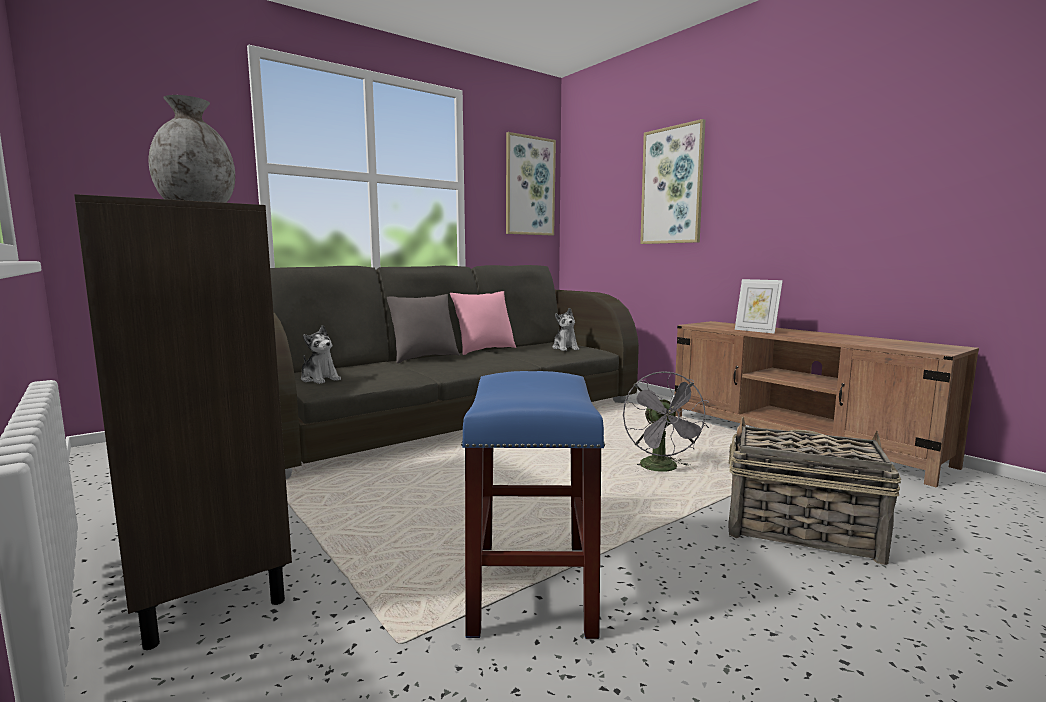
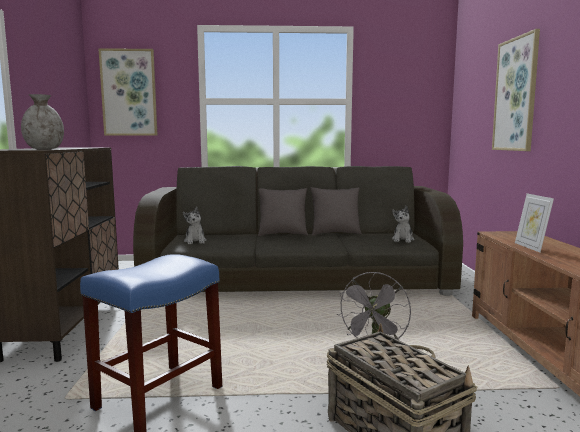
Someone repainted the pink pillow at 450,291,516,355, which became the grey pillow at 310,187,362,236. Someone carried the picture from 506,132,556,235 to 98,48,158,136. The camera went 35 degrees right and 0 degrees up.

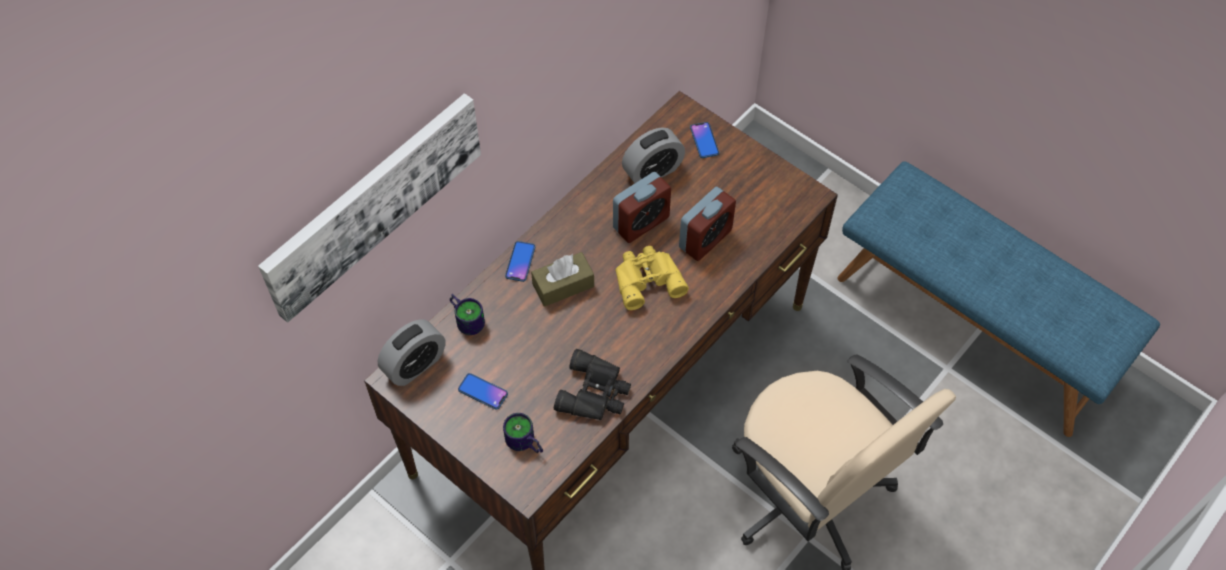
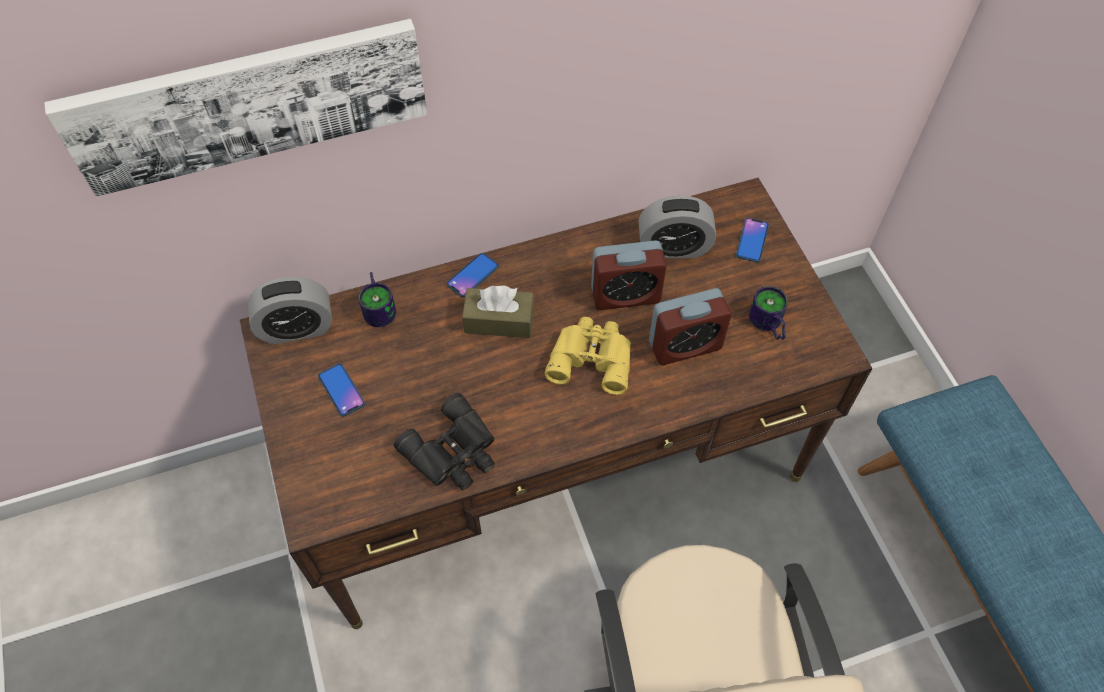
Someone carried the mug from 503,413,543,453 to 749,286,788,340. The camera went 30 degrees right and 0 degrees up.

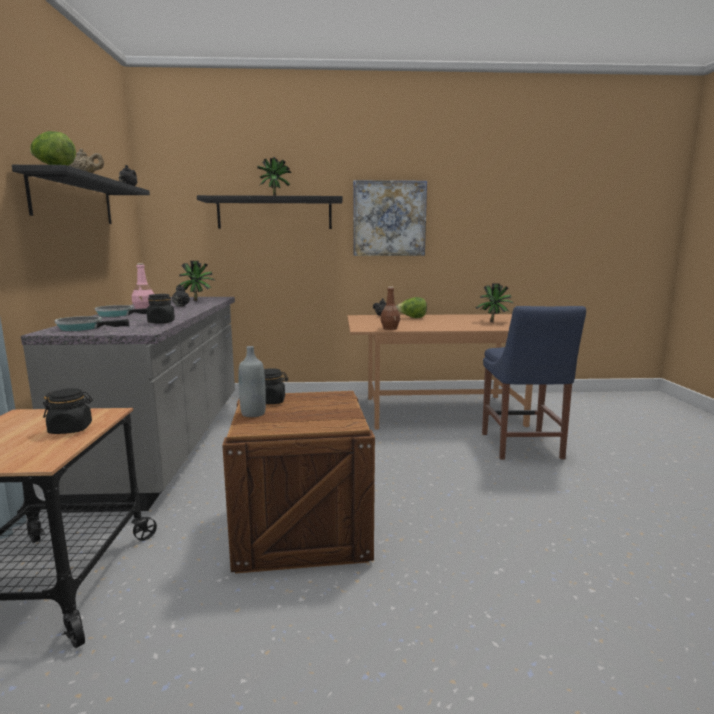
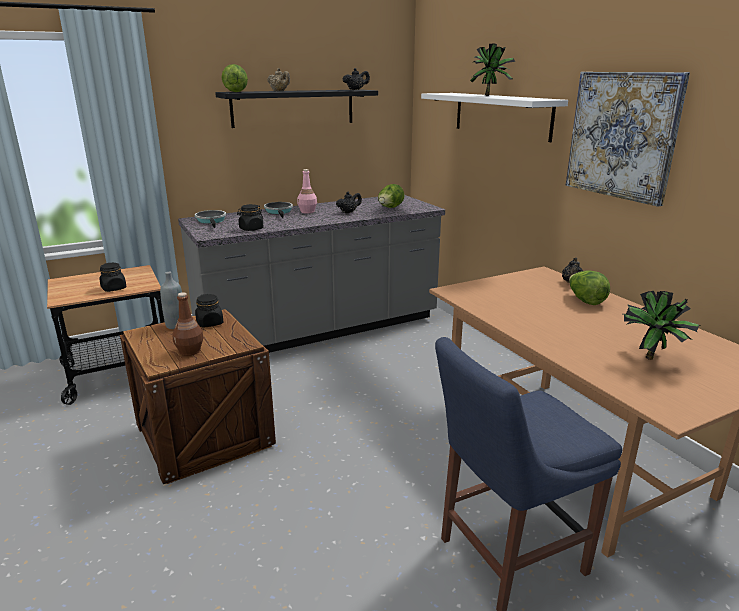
Someone swapped the potted plant at 177,261,214,301 for the lettuce at 378,184,404,208. Someone repainted the black shelf at 197,195,343,229, which became the white shelf at 421,93,568,142. Someone carried the brown bottle from 380,286,400,330 to 172,292,204,356. The camera went 65 degrees right and 10 degrees up.

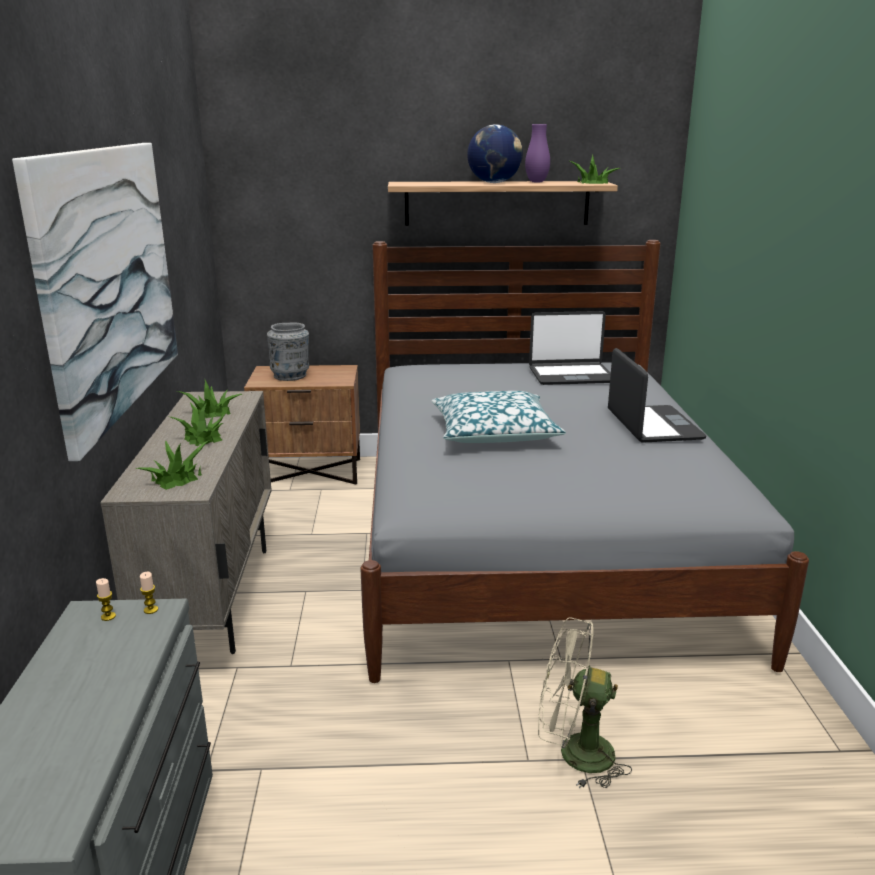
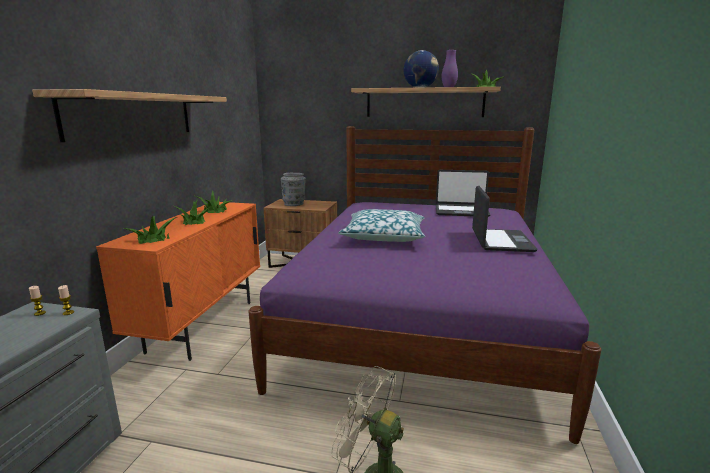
Someone swapped the picture at 12,143,178,461 for the shelf at 32,89,227,142. Someone repainted the beige cabinet at 100,391,272,654, which became the orange cabinet at 96,202,260,361. Someone repainted the grey bed at 360,240,809,683, which became the purple bed at 249,126,601,444. The camera went 15 degrees right and 5 degrees down.

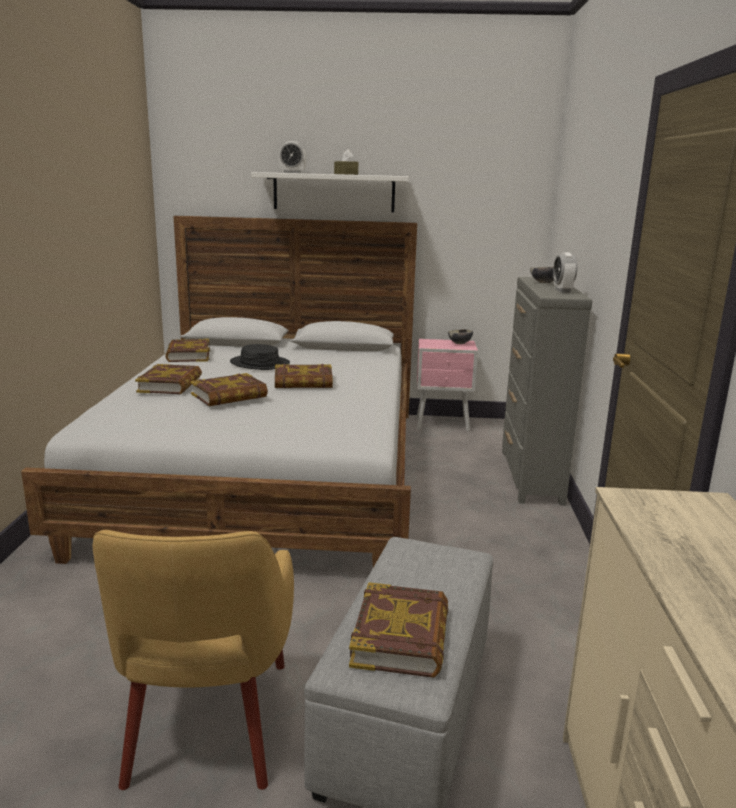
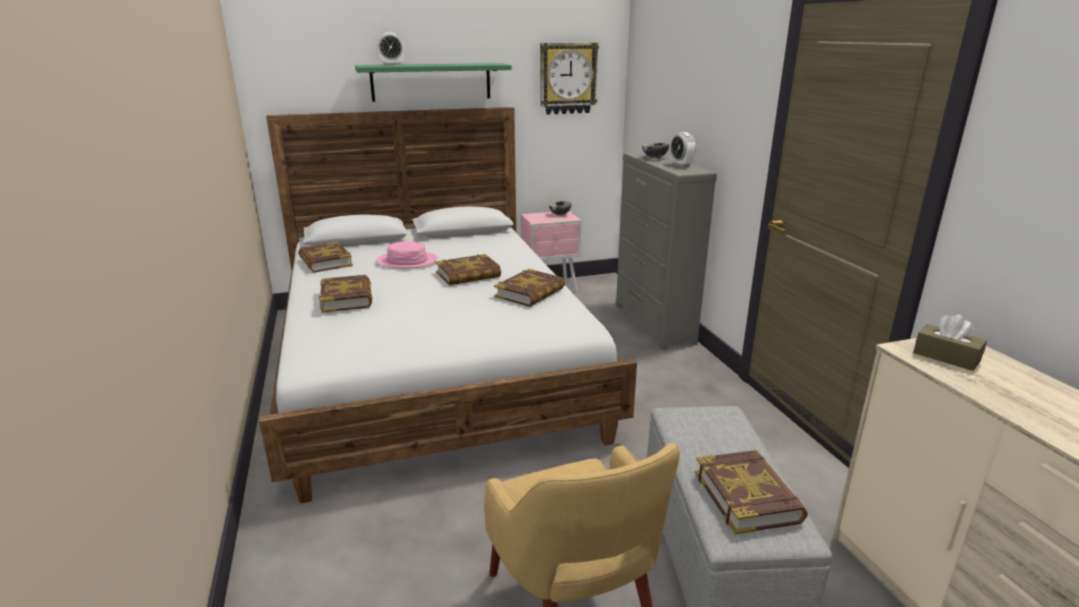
Someone carried the book from 190,373,268,406 to 494,269,565,307. Someone repainted the black hat at 230,344,290,370, which became the pink hat at 376,242,437,268. Someone repainted the white shelf at 251,172,409,212, which became the green shelf at 355,63,512,102. Someone carried the brown tissue box from 334,149,358,175 to 913,315,987,371. Someone put up the wall clock at 540,43,599,115. The camera went 20 degrees left and 5 degrees up.

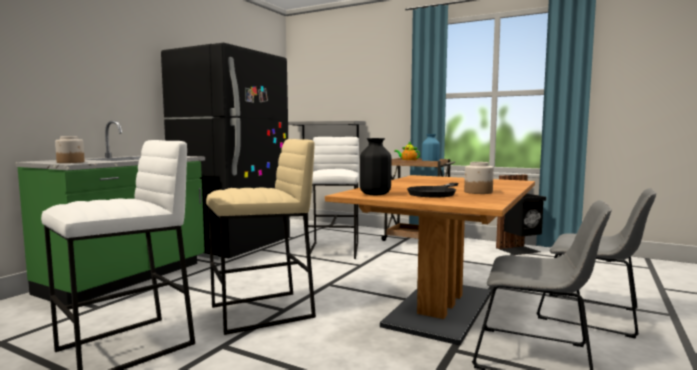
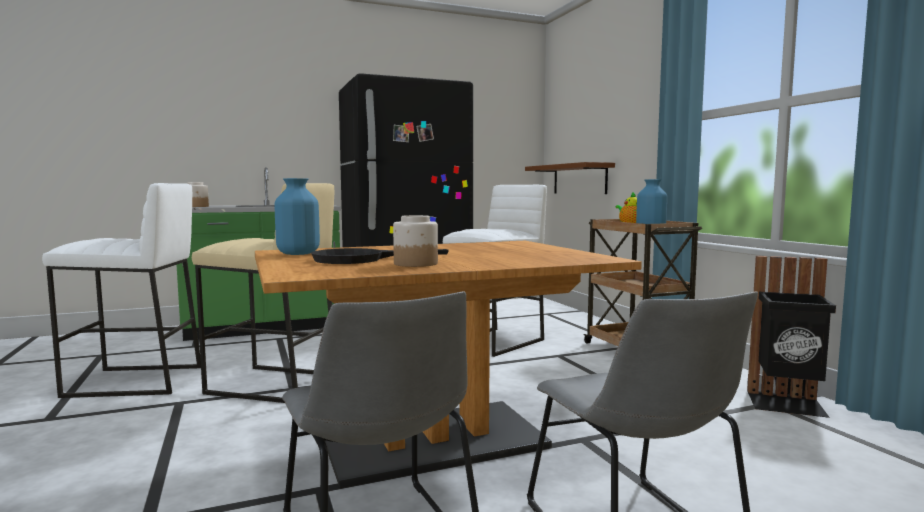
Someone repainted the grey shelf at 288,121,366,140, which became the brown shelf at 525,162,615,194. Someone repainted the black vase at 360,138,392,195, which became the blue vase at 275,178,320,255. The camera went 40 degrees right and 0 degrees up.

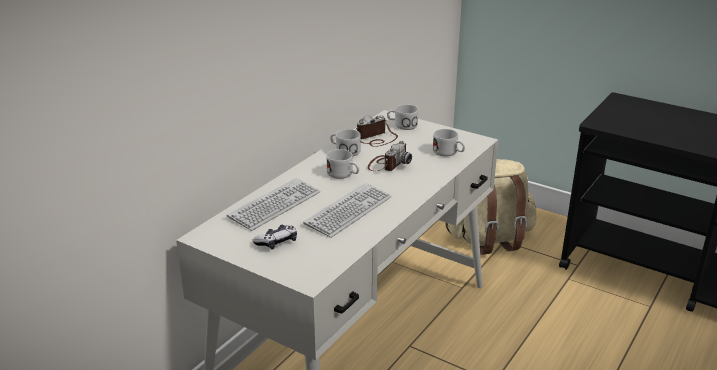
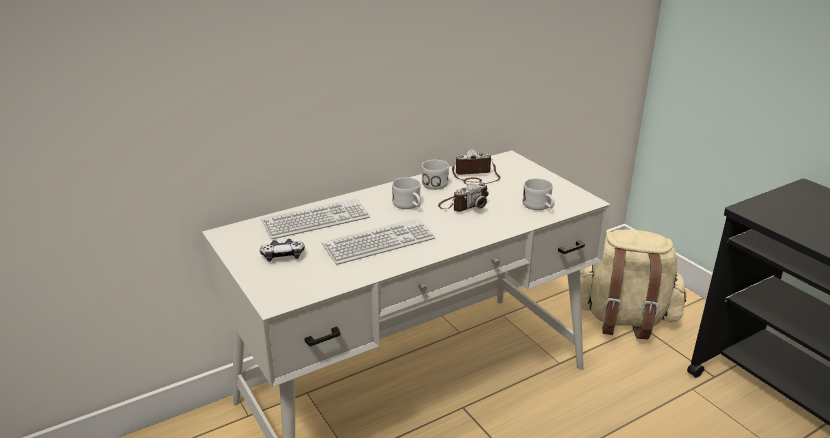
Someone took away the white mug at 387,104,419,130. The camera went 25 degrees right and 0 degrees up.

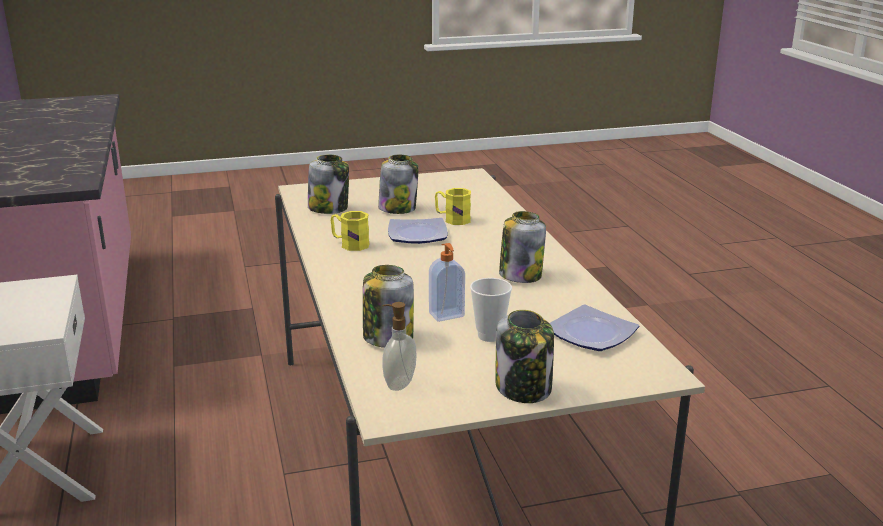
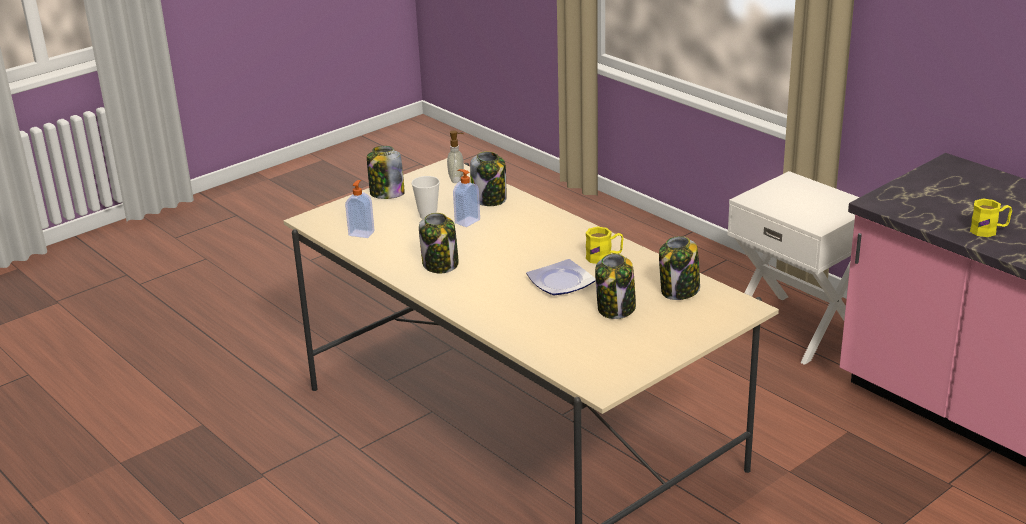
Someone carried the yellow mug from 435,188,471,225 to 970,199,1012,237. Someone swapped the plate at 550,304,640,351 for the soap dispenser at 345,180,375,238. The camera went 155 degrees right and 5 degrees up.

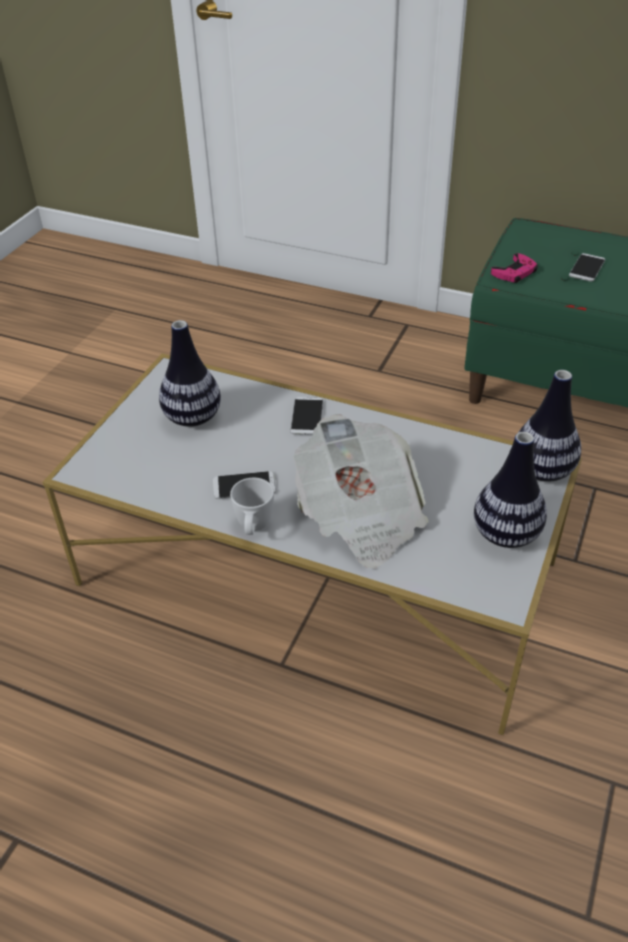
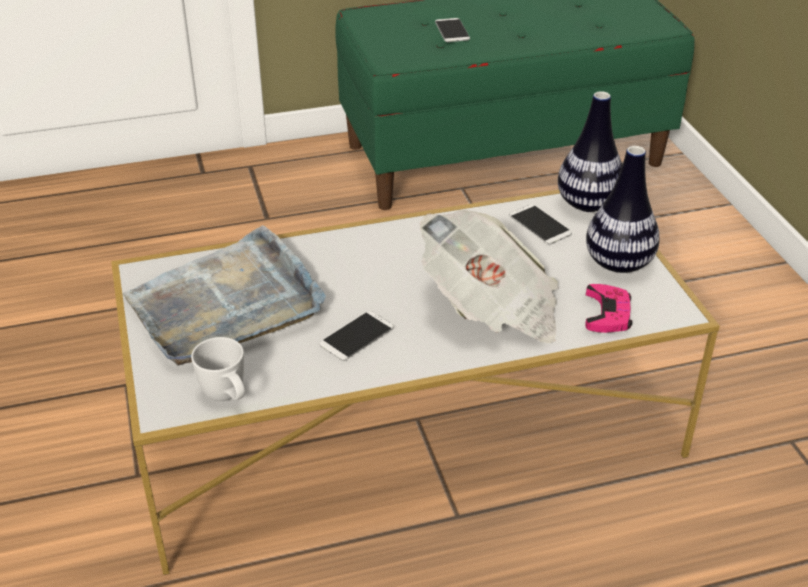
Someone swapped the vase at 159,320,221,427 for the grey tray at 123,225,326,365. Someone carried the white mug from 230,478,274,535 to 191,337,245,401. Someone carried the phone from 290,397,323,435 to 509,204,572,244. Someone carried the pink game controller from 491,253,538,283 to 585,284,632,333. The camera went 40 degrees left and 5 degrees down.

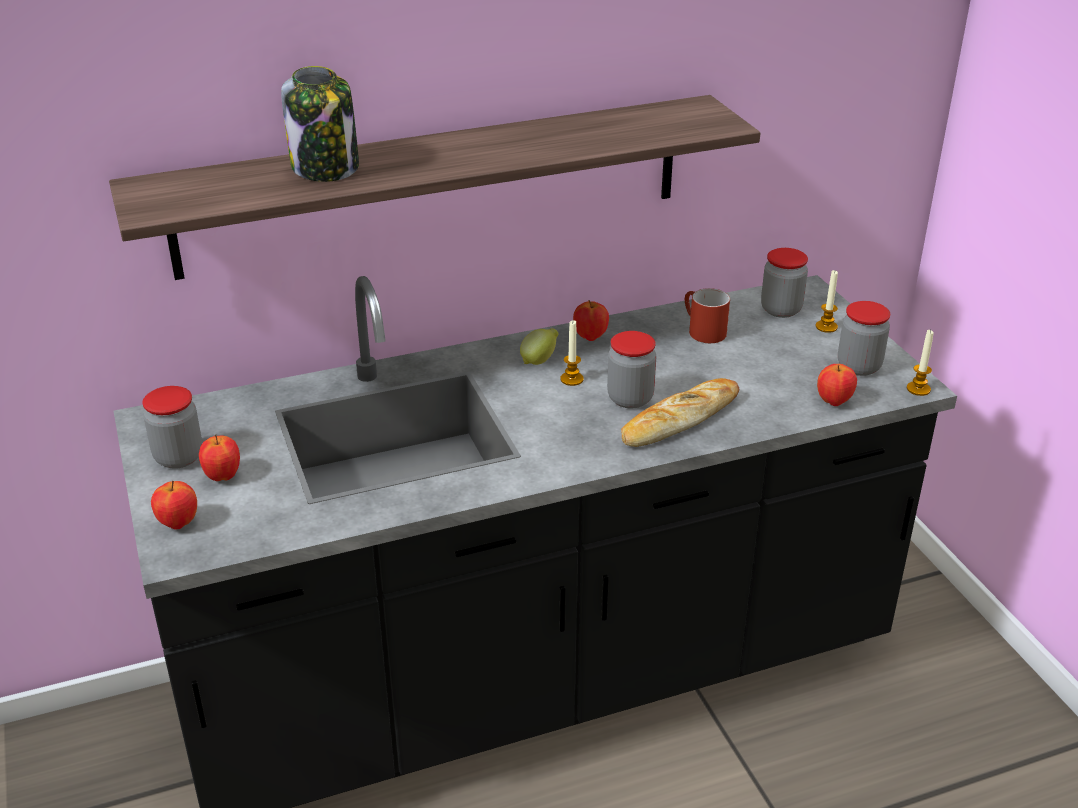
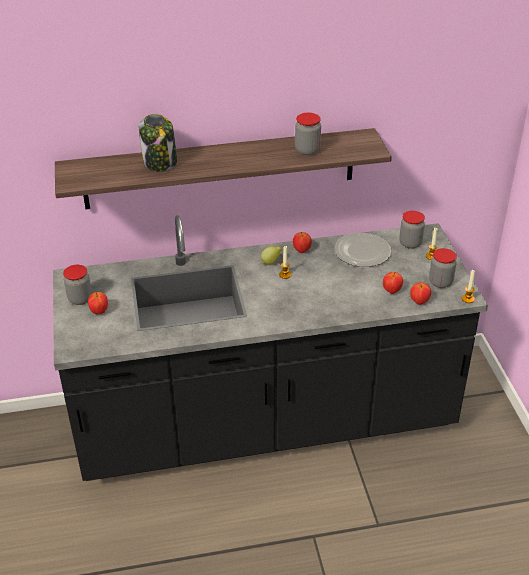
Someone carried the apple from 151,481,197,529 to 383,272,403,294. Someone carried the jar from 607,331,656,408 to 295,113,321,155. Someone took away the bread at 621,378,739,447. Someone swapped the red mug at 685,288,730,343 for the plate at 334,233,391,267. The camera went 10 degrees right and 5 degrees up.

